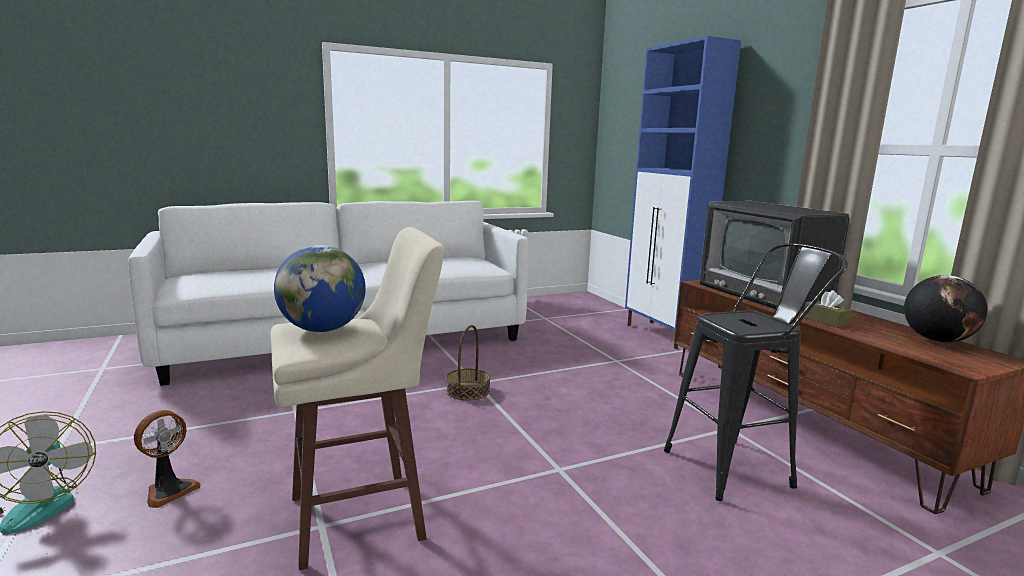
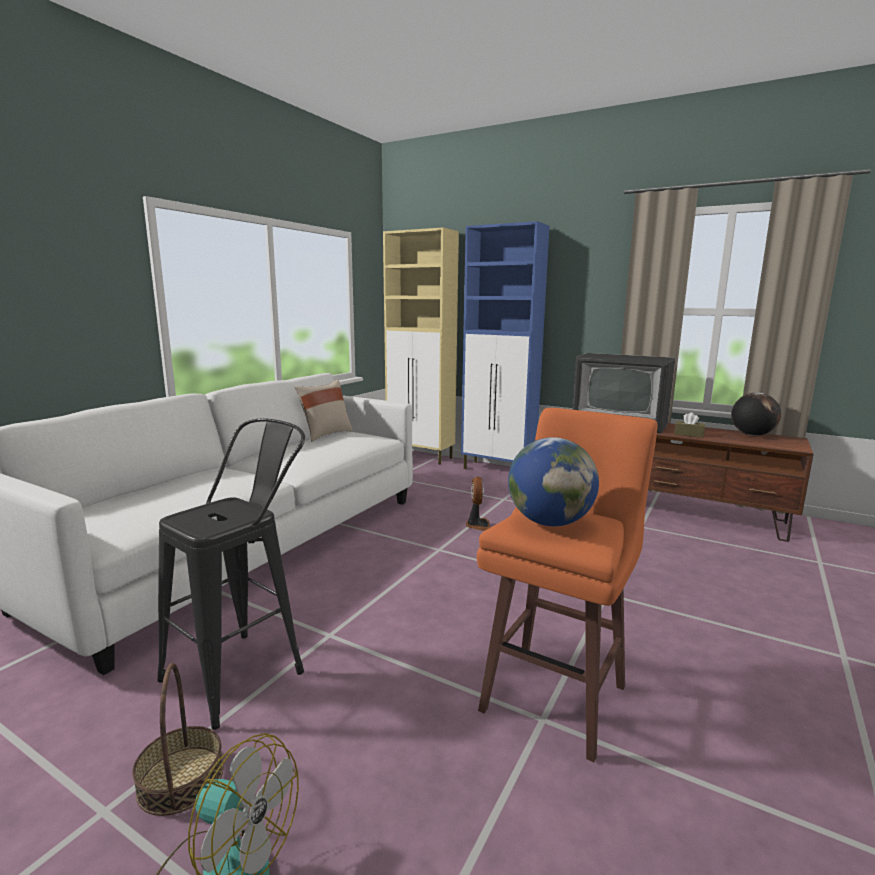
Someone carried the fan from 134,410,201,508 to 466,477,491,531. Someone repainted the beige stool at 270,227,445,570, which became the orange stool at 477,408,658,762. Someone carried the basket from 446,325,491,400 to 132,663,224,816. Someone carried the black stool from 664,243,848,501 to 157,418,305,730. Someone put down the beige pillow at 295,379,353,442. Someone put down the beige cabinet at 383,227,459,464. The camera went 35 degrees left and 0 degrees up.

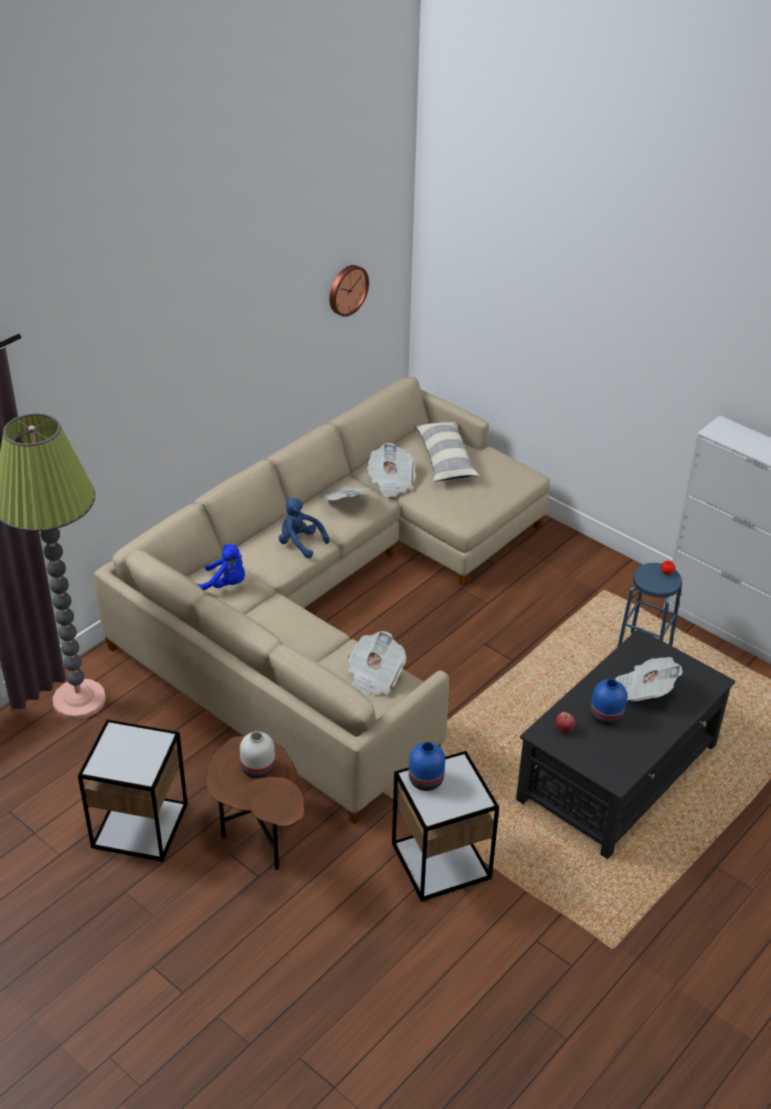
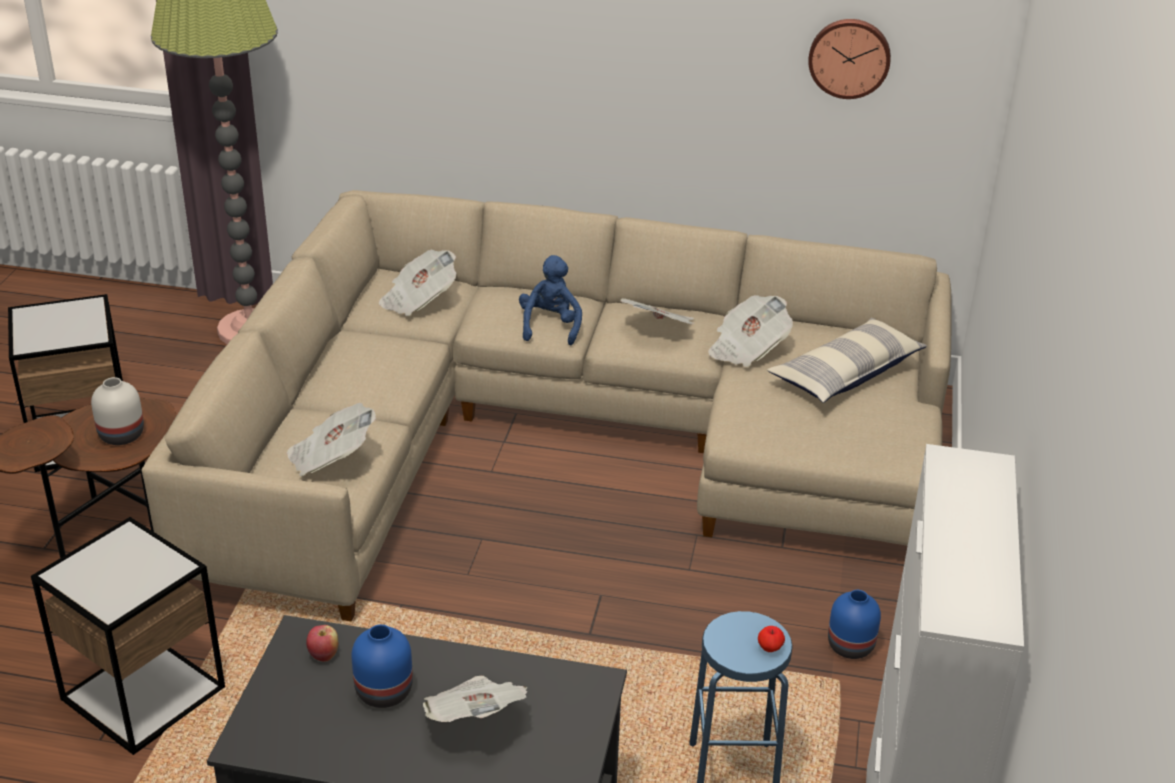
Someone swapped the blue plush toy at 198,544,245,590 for the newspaper at 379,250,457,316. Someone carried the blue vase from 409,742,445,791 to 828,590,881,659. The camera went 60 degrees right and 5 degrees down.

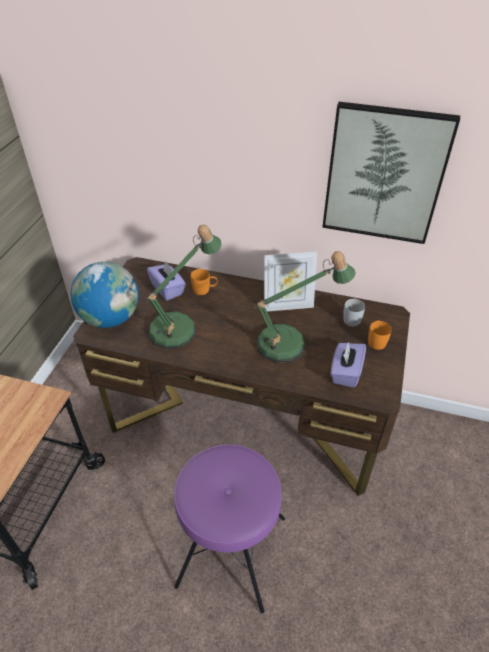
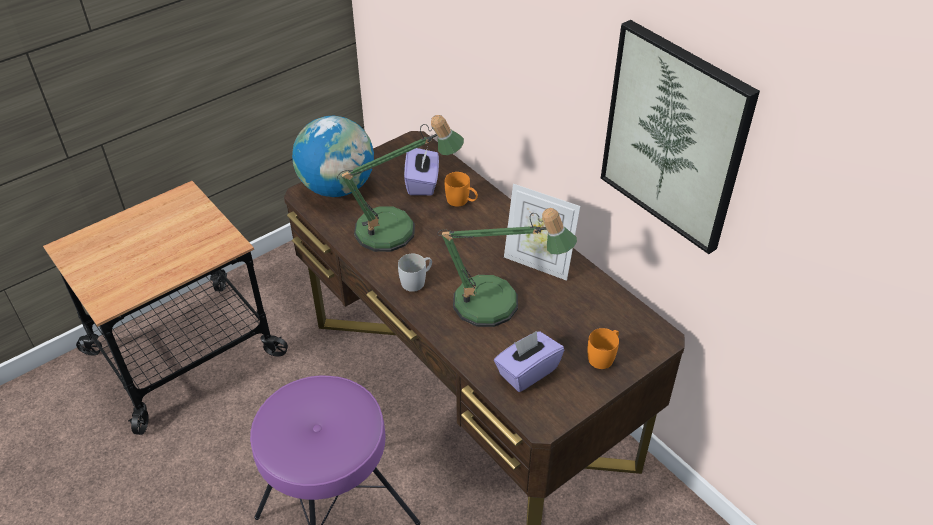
Someone carried the white mug from 343,299,365,326 to 398,254,432,292. The camera went 35 degrees right and 0 degrees up.

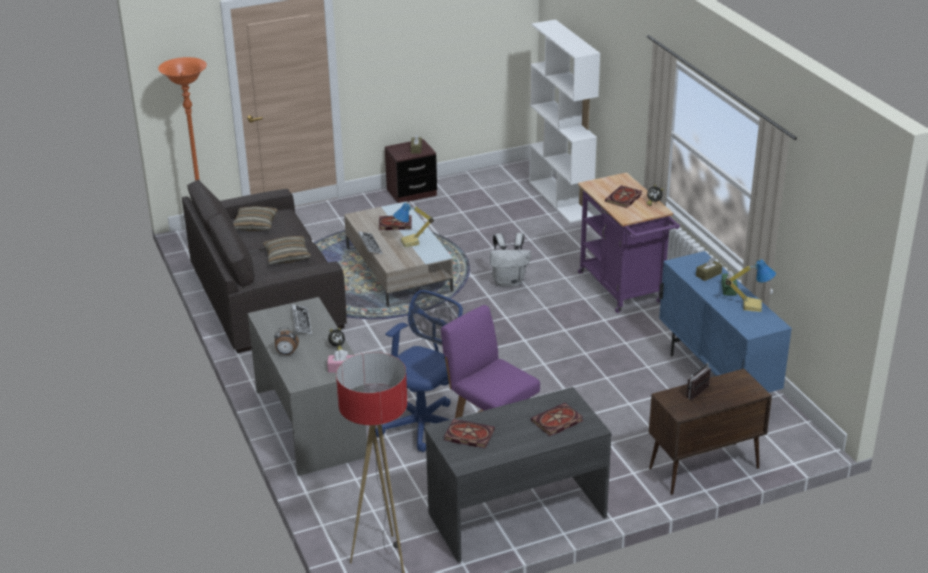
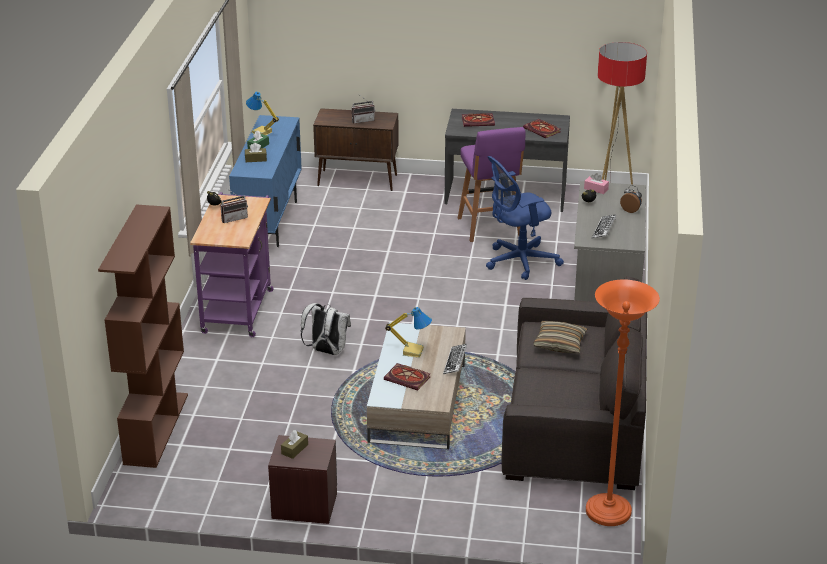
Someone took away the pillow at 233,206,278,231. Someone repainted the white bookcase at 529,19,600,223, which became the brown bookcase at 98,204,188,468. Someone swapped the book at 605,185,642,208 for the radio at 220,189,248,223. The camera went 150 degrees left and 0 degrees up.

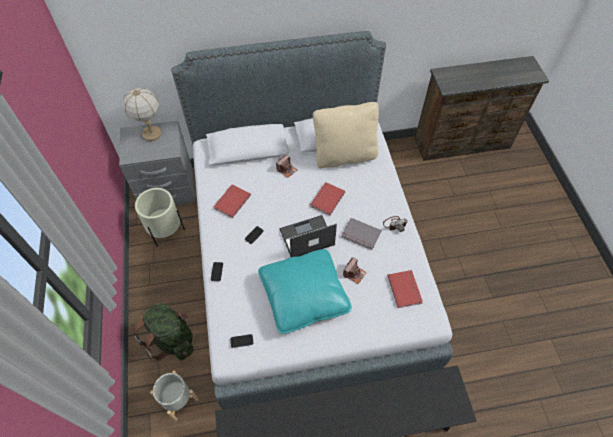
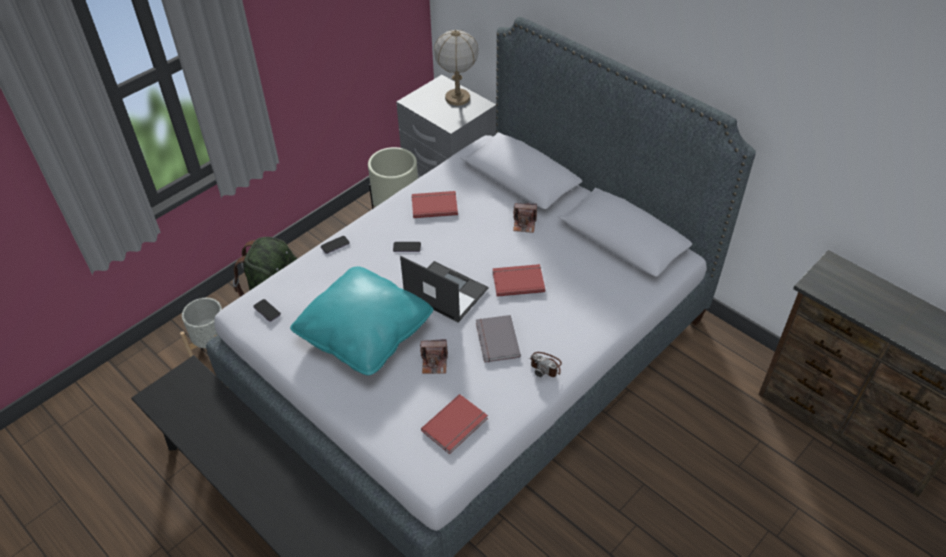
Someone took away the beige pillow at 313,102,379,168. The camera went 55 degrees right and 10 degrees down.

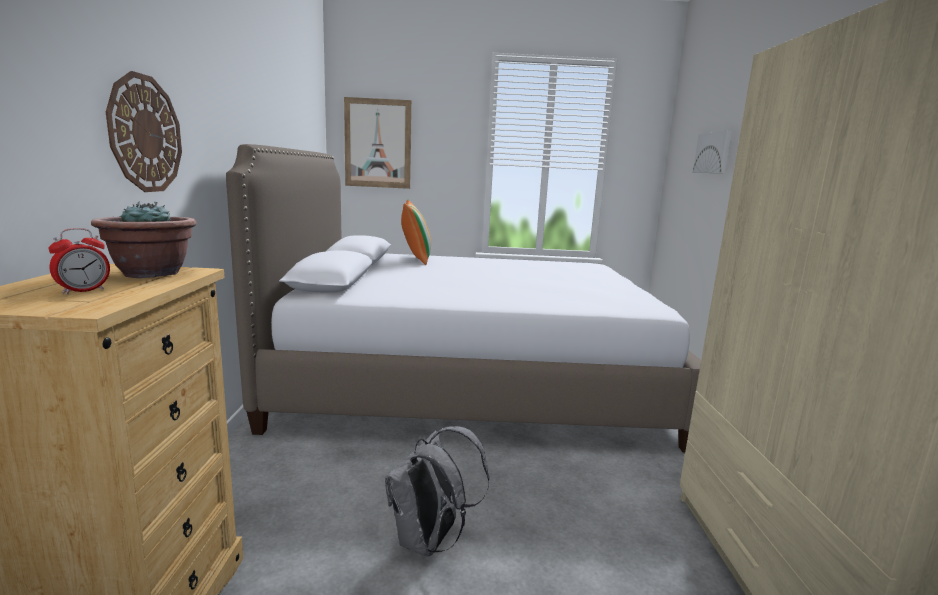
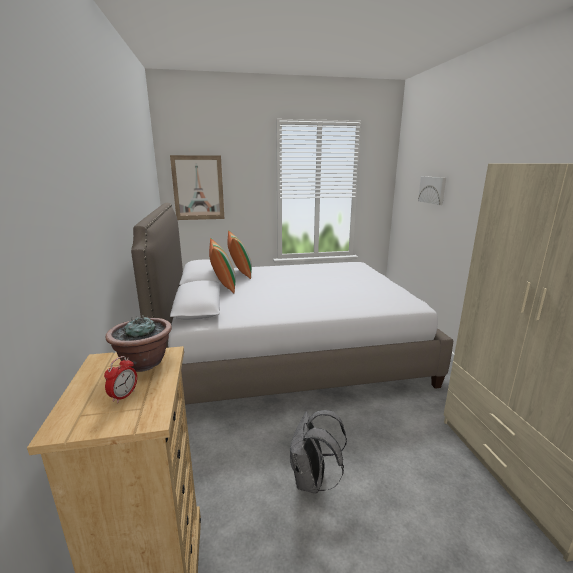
Someone took away the wall clock at 106,71,182,192. Someone put down the pillow at 209,238,236,293. The camera went 10 degrees left and 5 degrees up.

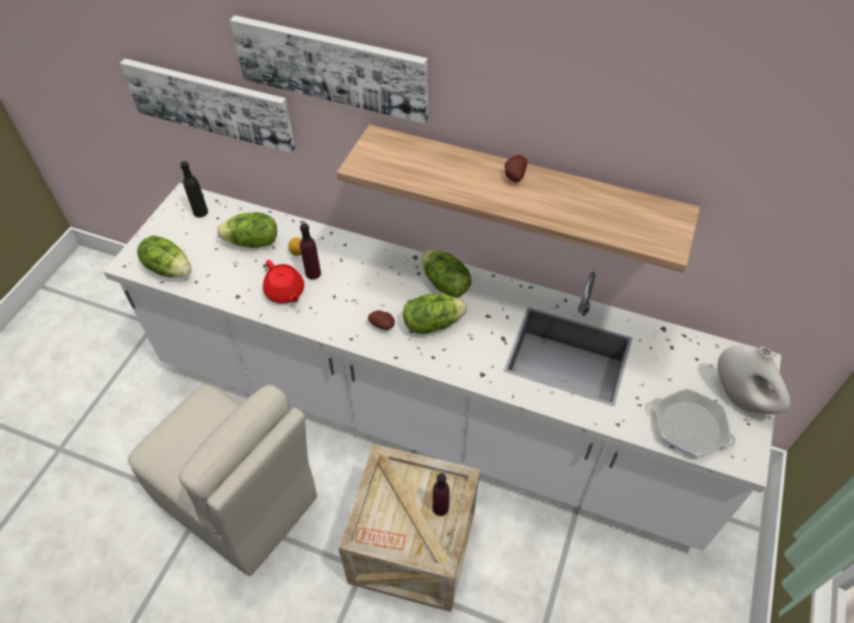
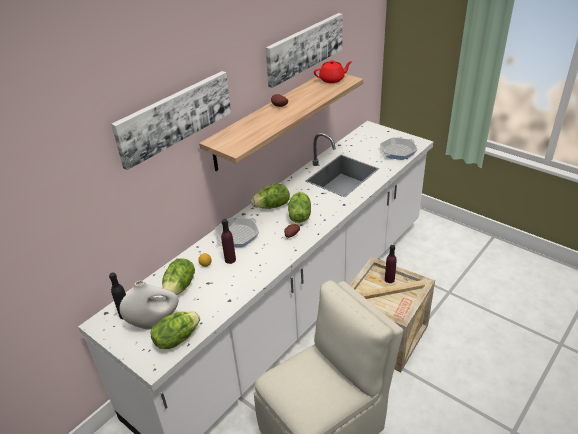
Someone carried the picture from 120,59,295,153 to 266,13,343,88. Someone carried the red teapot from 263,260,304,304 to 314,60,352,83. Someone carried the white vase from 718,346,790,414 to 120,281,179,329. Someone put down the frying pan at 215,217,259,248. The camera went 70 degrees left and 15 degrees down.

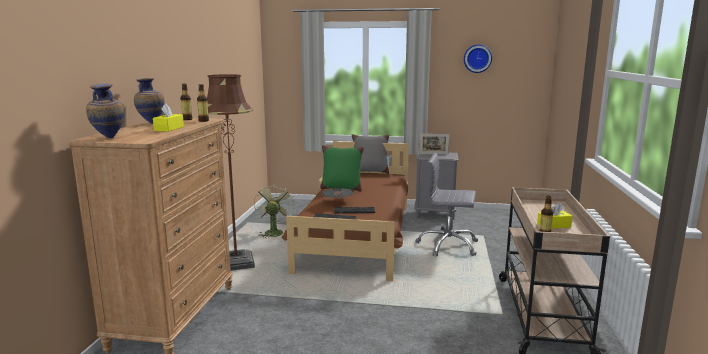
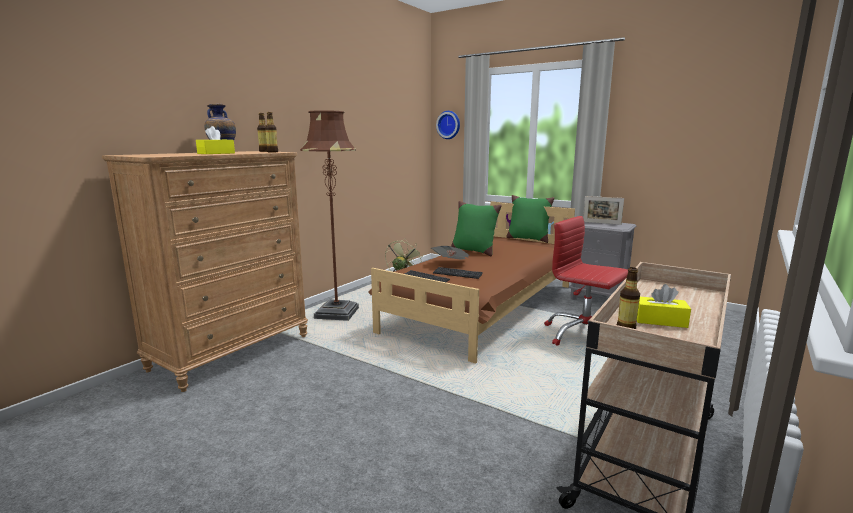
Someone took away the vase at 86,83,125,138. Someone repainted the grey pillow at 352,134,389,174, which became the green pillow at 506,195,554,243. Someone repainted the grey office chair at 415,153,478,257, which became the red office chair at 544,216,628,346. Someone carried the wall clock from 464,44,492,73 to 436,111,460,139. The camera went 25 degrees right and 0 degrees up.

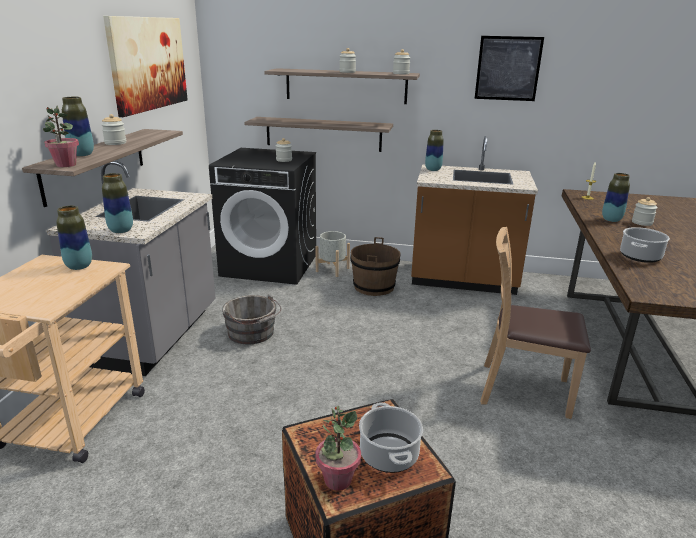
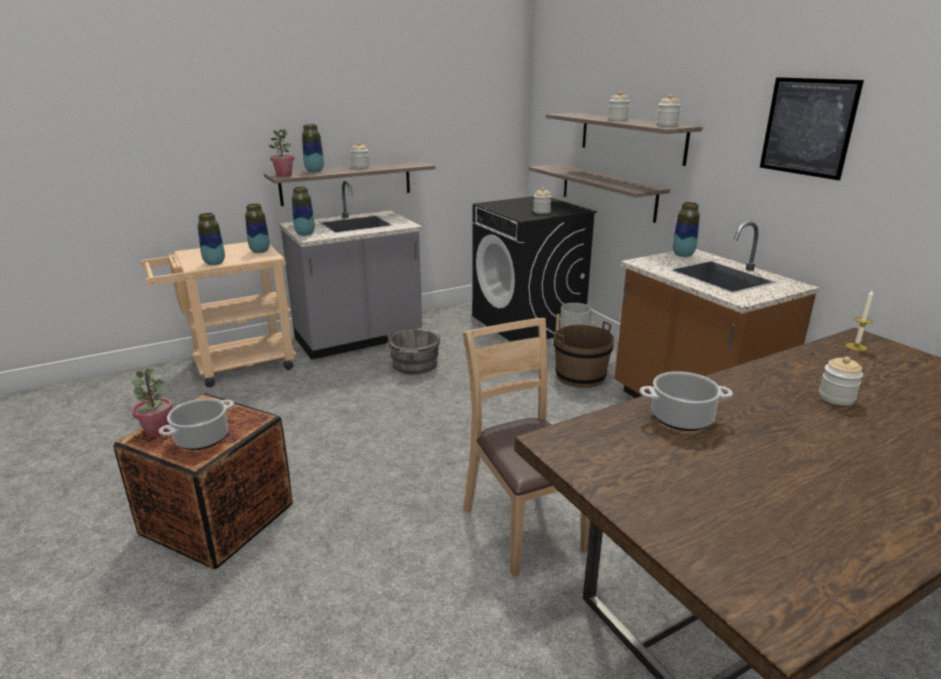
Someone took away the picture at 103,16,188,117. Someone carried the vase from 602,173,630,222 to 198,213,225,265. The camera went 50 degrees right and 0 degrees up.

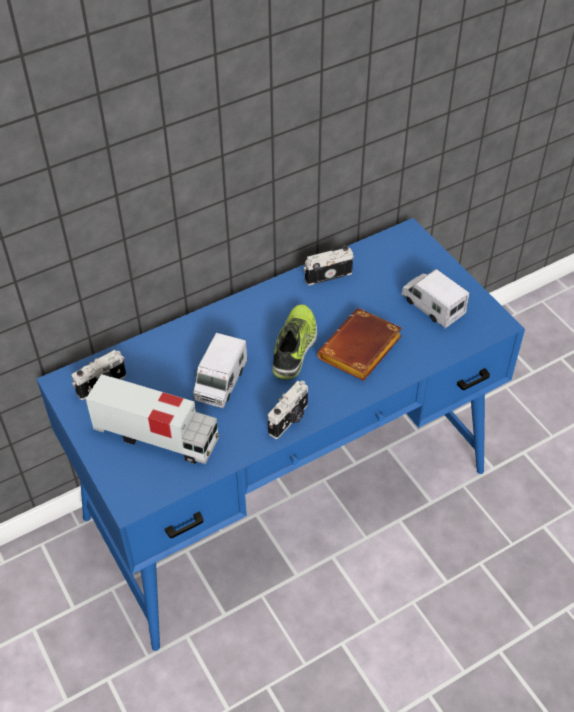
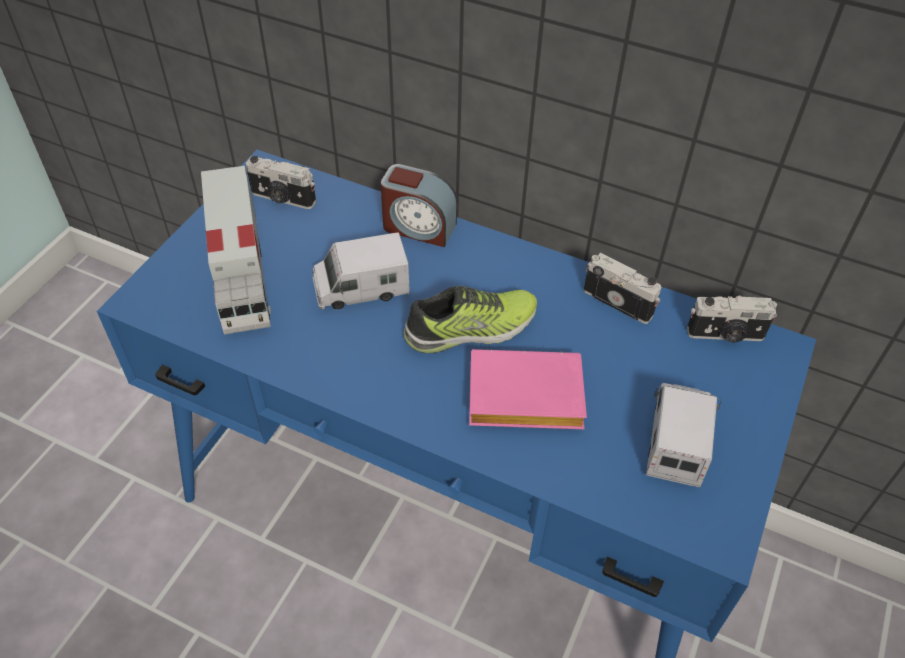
Someone carried the photo camera from 268,381,308,439 to 687,296,777,342. Someone repainted the brown book at 317,308,402,381, which became the pink book at 469,349,587,429. Someone put down the alarm clock at 381,164,457,247. The camera went 55 degrees right and 0 degrees up.

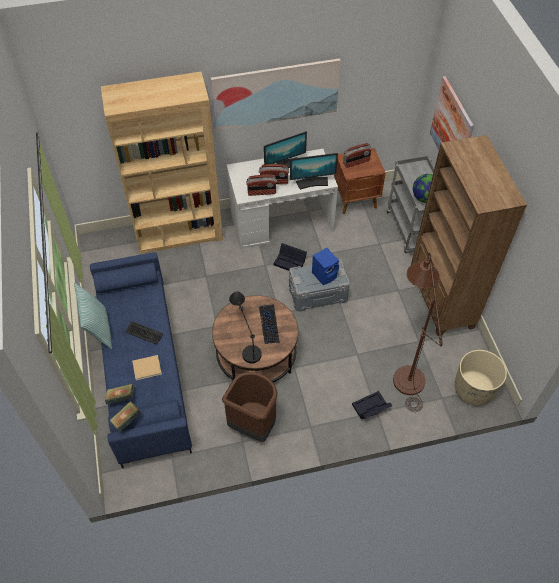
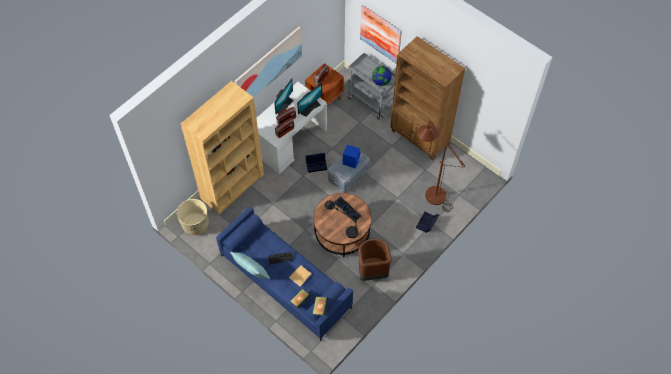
Someone carried the beige planter from 454,350,507,406 to 177,199,209,235. The camera went 35 degrees left and 5 degrees up.

